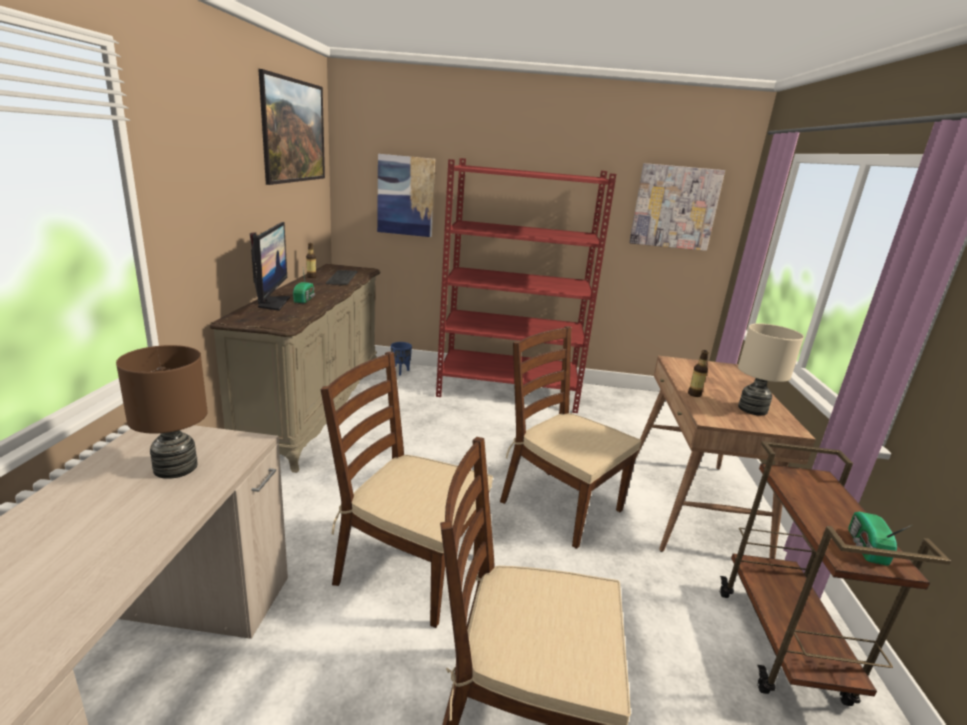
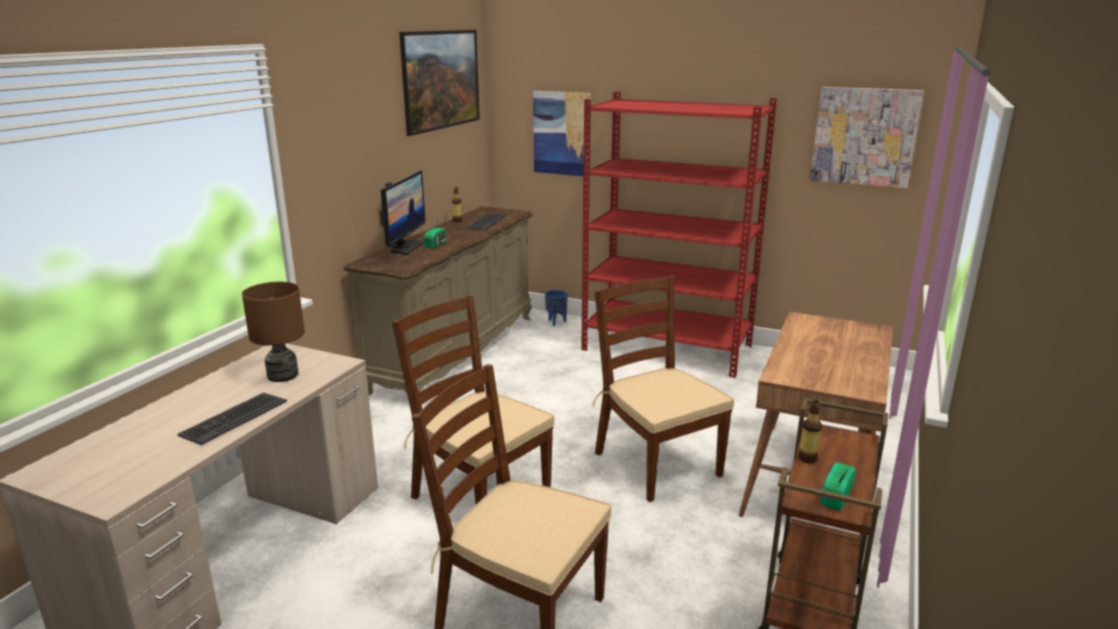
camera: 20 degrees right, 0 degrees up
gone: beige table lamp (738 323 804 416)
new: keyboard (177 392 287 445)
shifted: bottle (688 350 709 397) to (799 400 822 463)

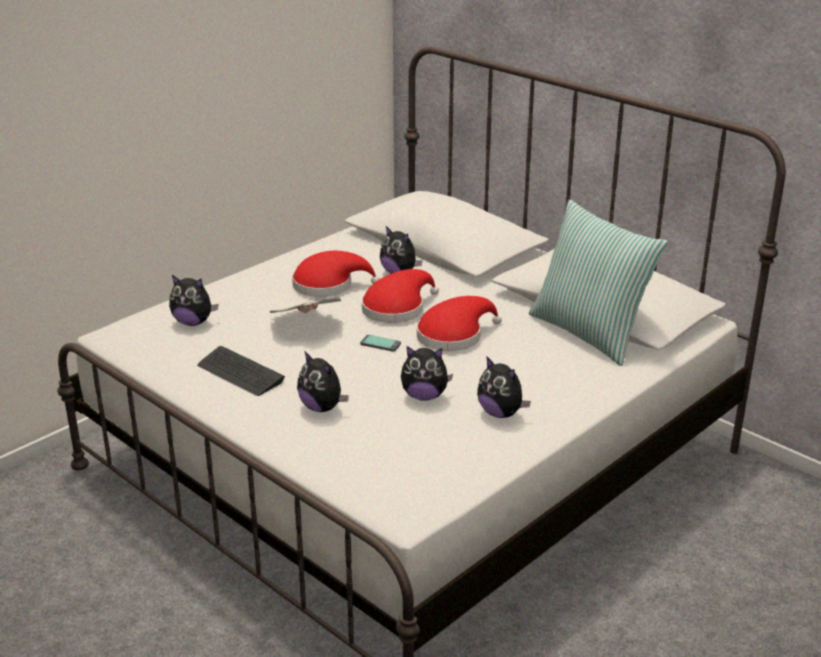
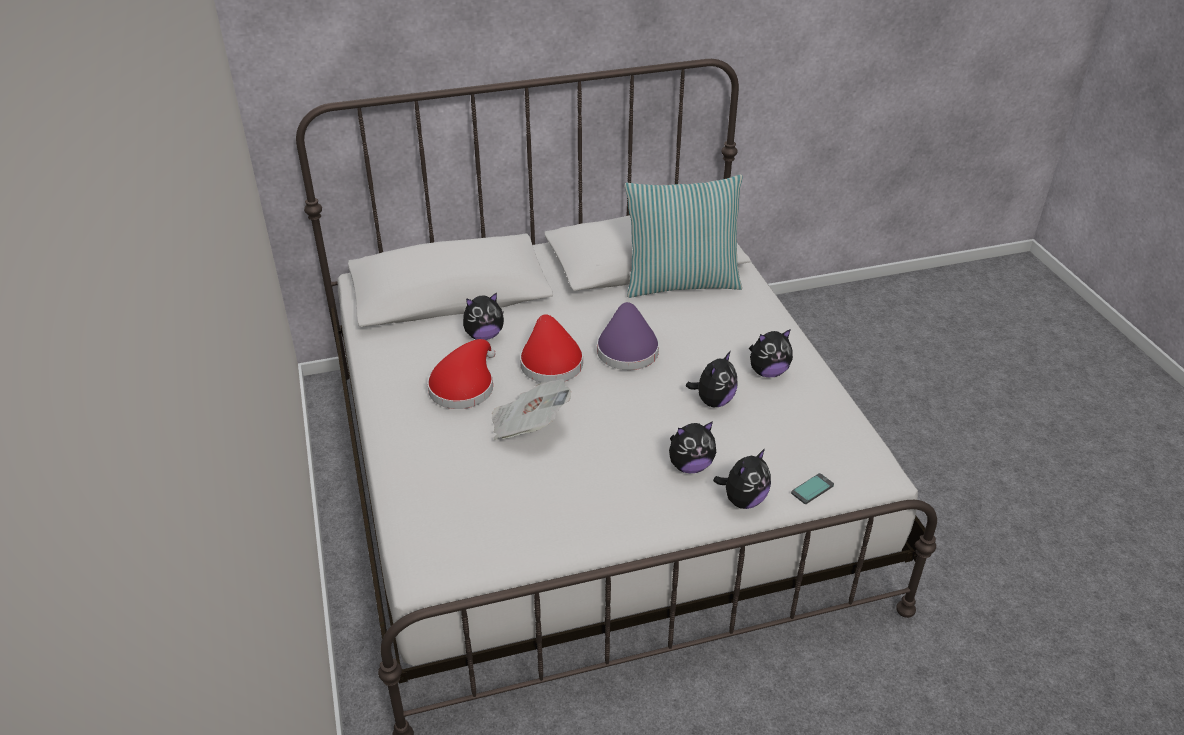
camera: 60 degrees left, 10 degrees up
gone: keyboard (197 346 285 396)
shifted: plush toy (169 275 218 326) to (713 449 771 509); phone (360 335 401 352) to (791 473 834 504)
repainted: red hat (417 296 502 351) to purple hat (597 302 659 370)

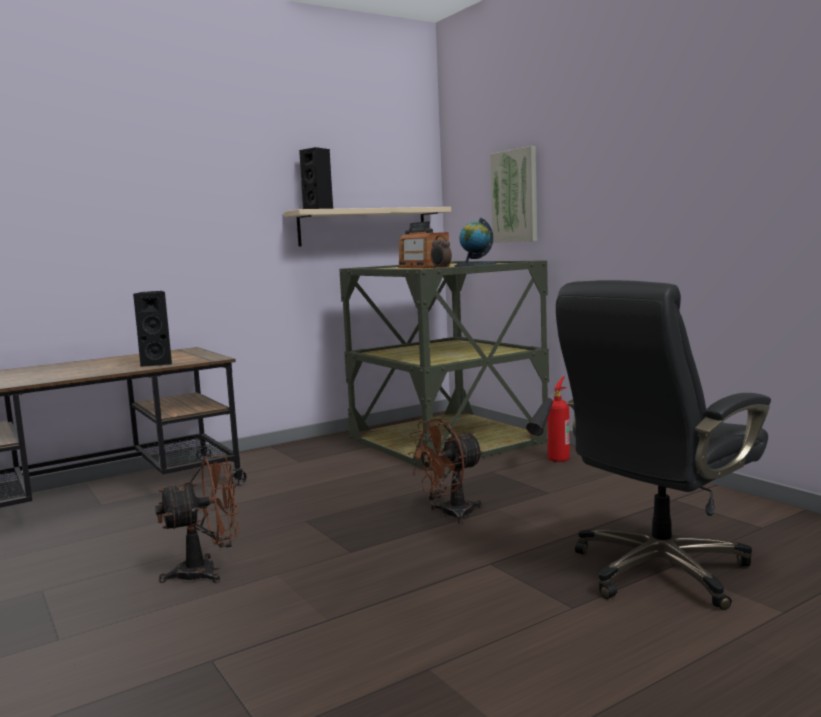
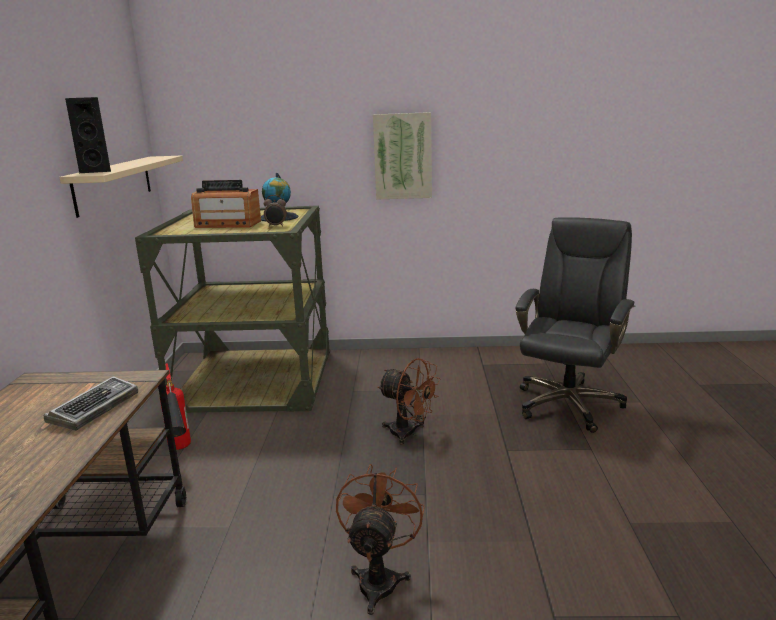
camera: 55 degrees left, 10 degrees up
shifted: picture (490 146 537 243) to (373 112 432 200); fire extinguisher (526 376 570 462) to (160 363 191 450)
swapped: black speaker (133 291 172 367) to keyboard (44 376 138 431)
rotated: brown fan (408 419 484 524) = (378 358 440 445) 60 degrees counterclockwise; black office chair (556 280 771 610) = (515 217 635 433) 150 degrees counterclockwise

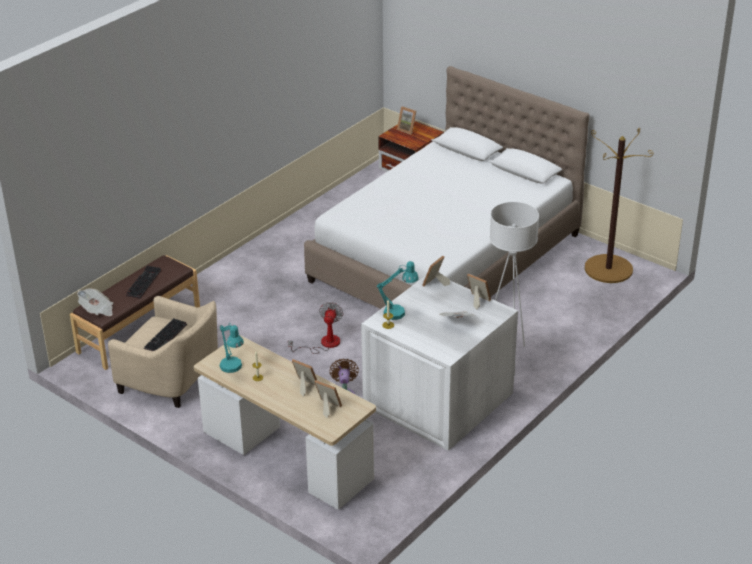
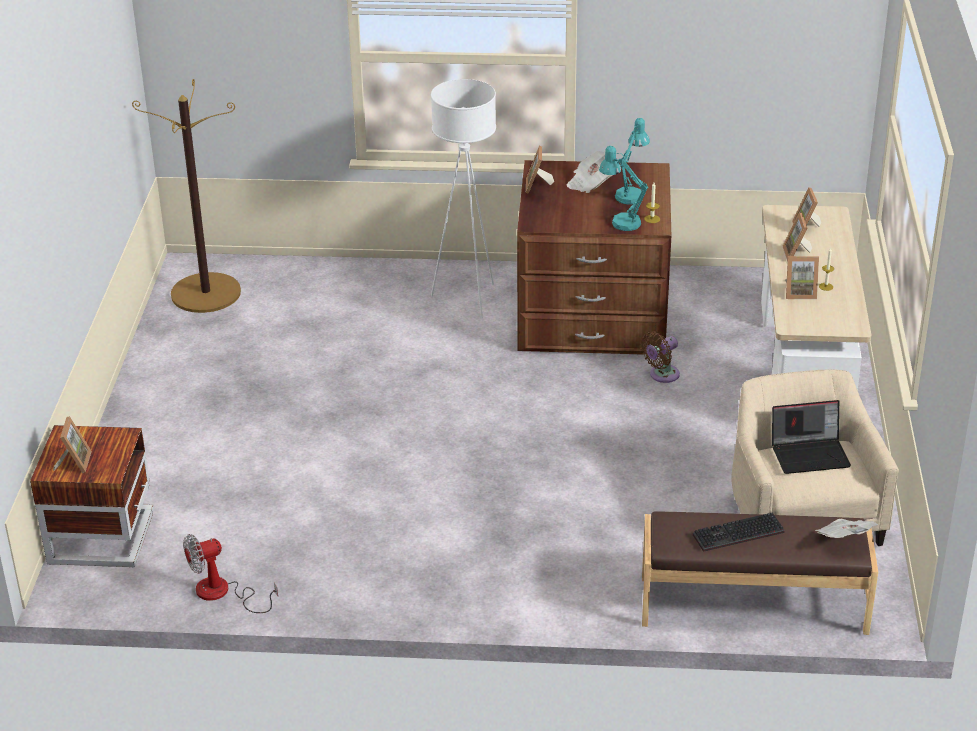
camera: 125 degrees left, 0 degrees up
gone: white bed (304 66 589 309)
shifted: turquoise table lamp (220 323 244 373) to (615 118 650 205); fan (288 302 343 354) to (183 534 278 613); picture frame (422 256 450 286) to (785 256 819 299)
swapped: keyboard (144 318 187 351) to laptop (772 400 851 474)
repainted: white dresser (361 276 518 451) to brown dresser (517 160 671 355)

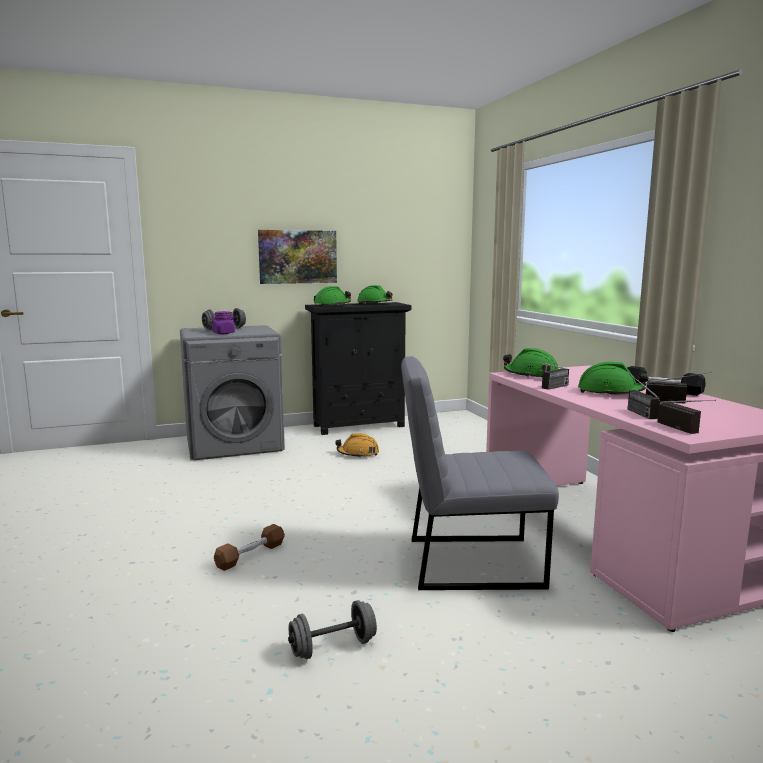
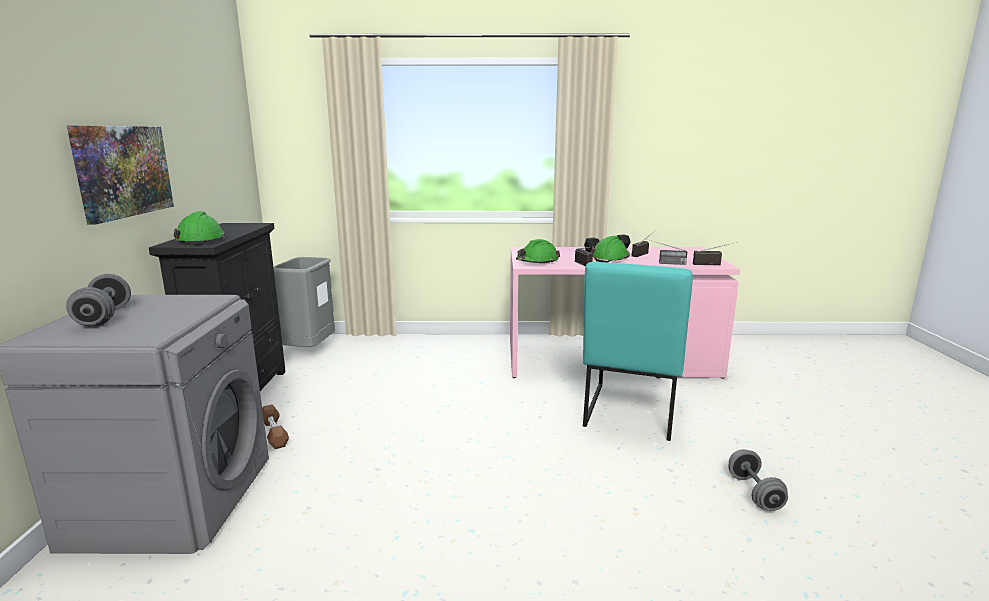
camera: 70 degrees left, 5 degrees up
gone: purple jar (211 311 235 334); orange hard hat (335 433 379 456); green hard hat (358 285 393 304)
new: grey trash can (273 257 335 347)
shifted: brown dumbbell (214 524 285 571) to (262 404 289 449)
repainted: grey chair (401 356 559 590) to turquoise chair (583 262 693 441)

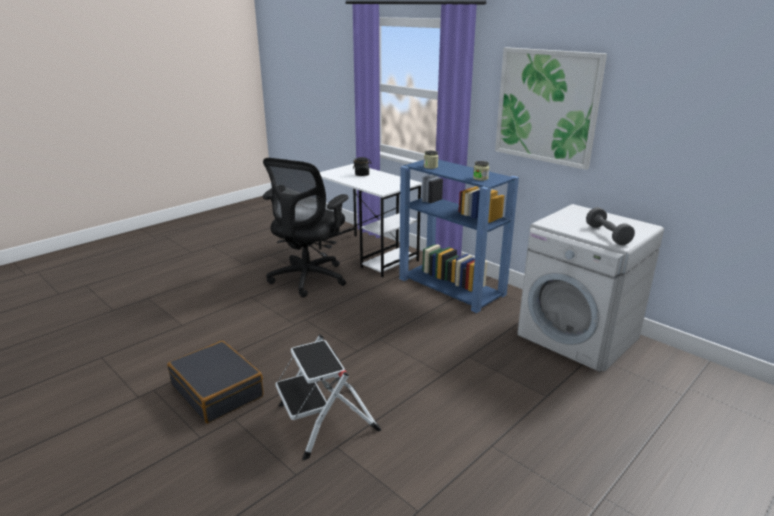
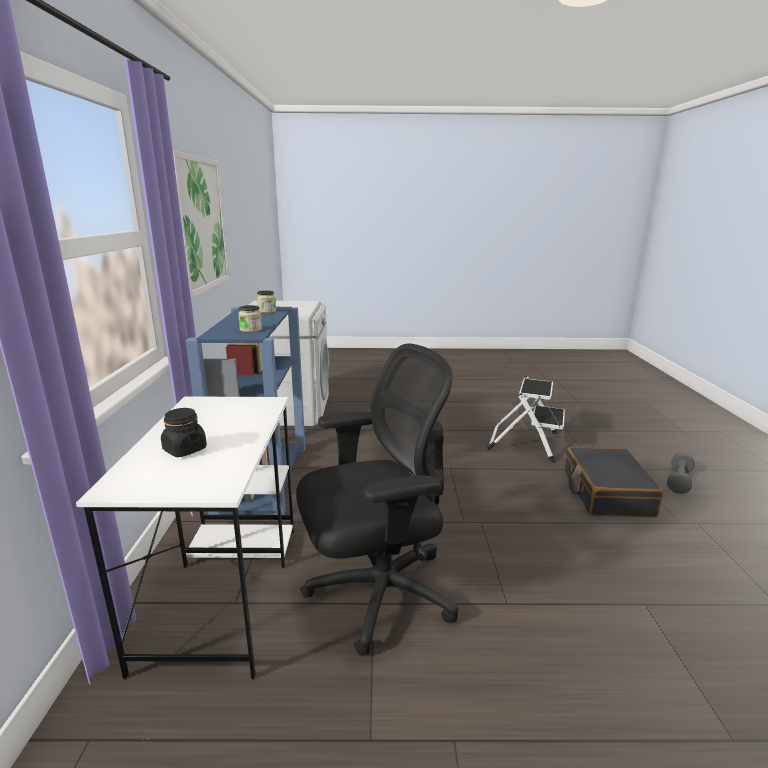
camera: 135 degrees left, 5 degrees down
shifted: grey dumbbell (586 207 635 245) to (667 453 695 494)

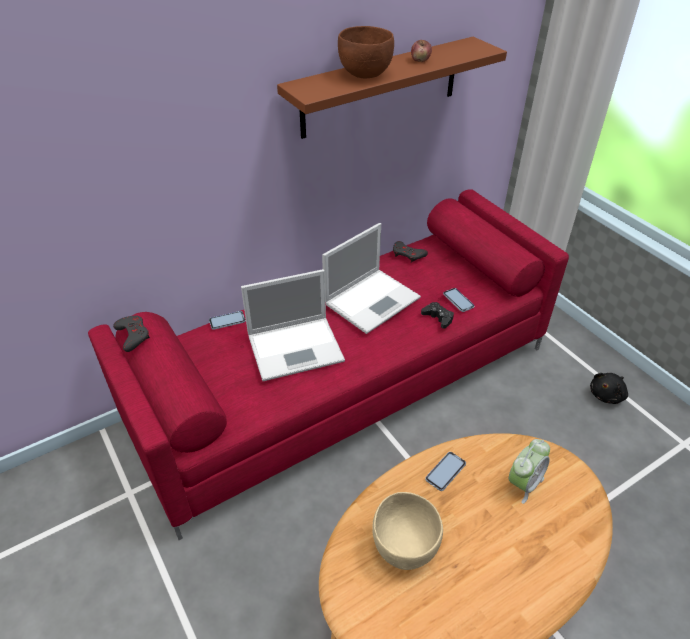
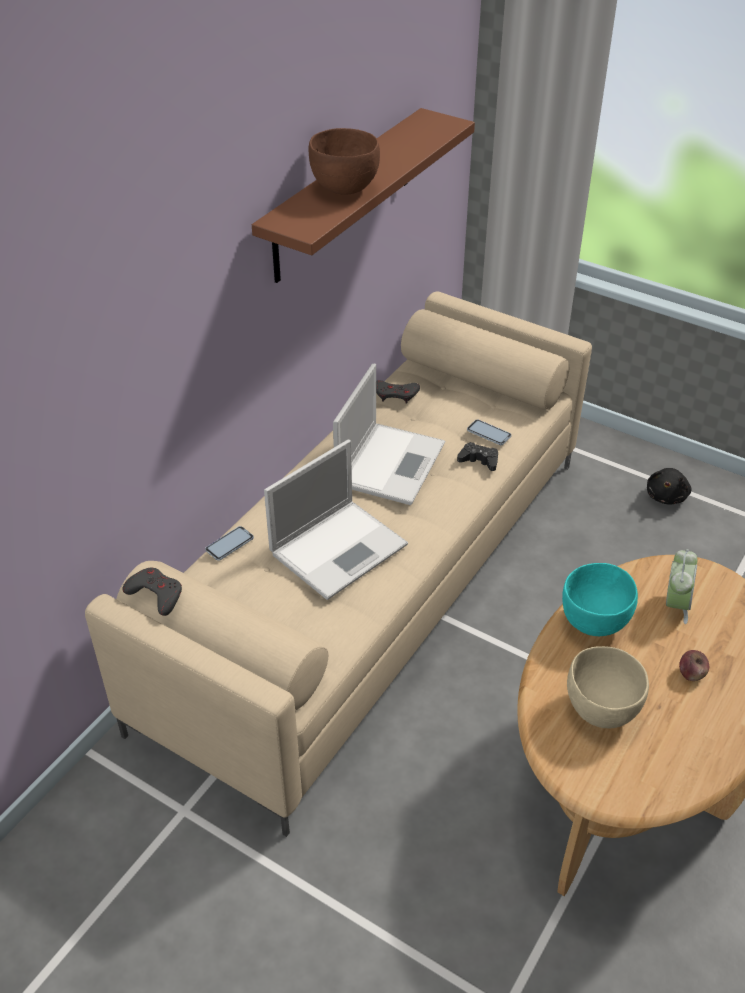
camera: 25 degrees left, 0 degrees up
shifted: apple (411 40 432 62) to (679 650 709 681)
swapped: phone (425 452 466 491) to turquoise bowl (562 563 638 636)
repainted: red sofa (88 189 569 540) to beige sofa (85 291 592 837)

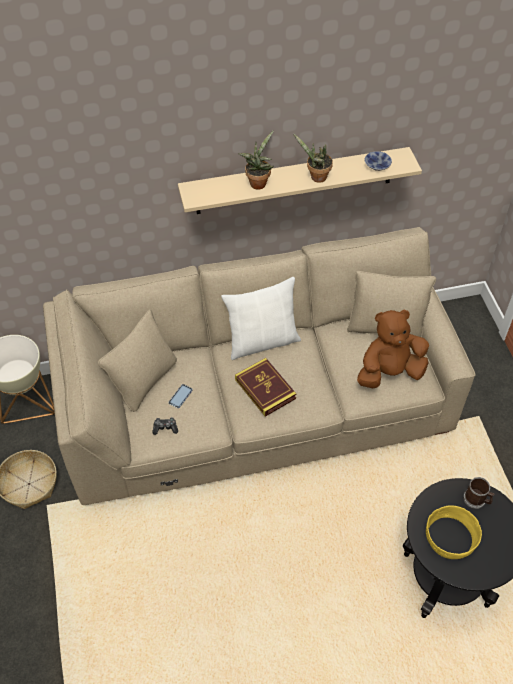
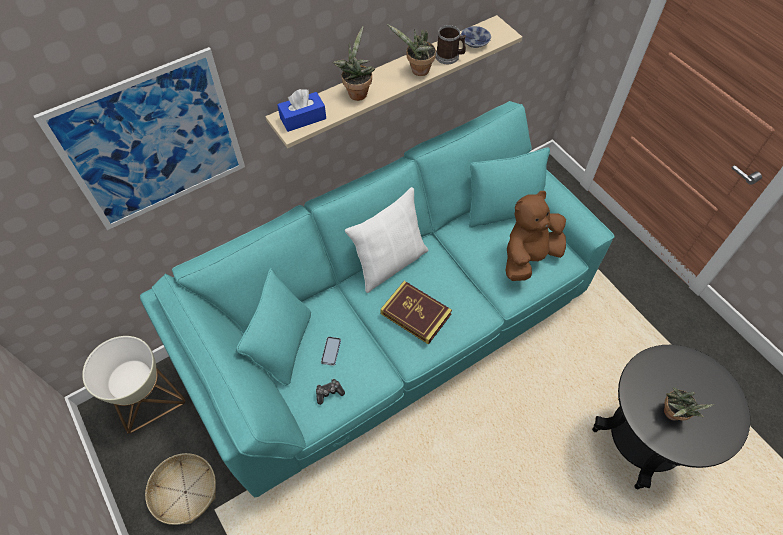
camera: 20 degrees left, 5 degrees up
new: picture (34 47 245 230); blue tissue box (277 89 326 132)
shifted: mug (463 477 495 509) to (435 25 466 64)
swapped: yellow bowl (426 506 482 559) to potted plant (664 387 715 421)
repainted: beige sofa (43 227 476 505) to turquoise sofa (140 101 615 497)

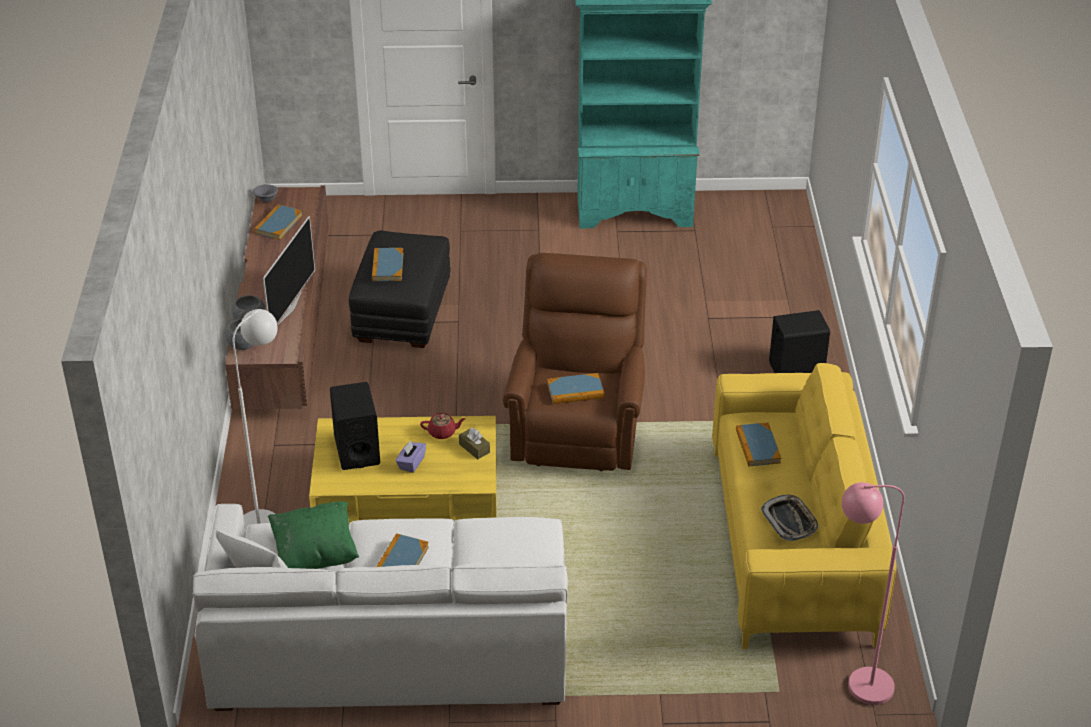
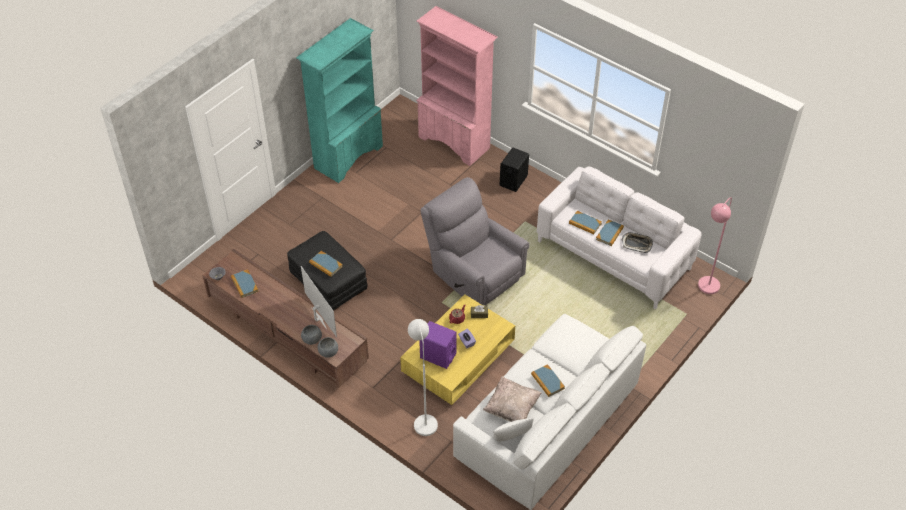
camera: 50 degrees left, 10 degrees up
new: pink bookcase (416 6 498 166)
shifted: book (547 373 604 404) to (596 219 624 246)
repainted: green pillow (268 501 359 569) to beige pillow (483 376 542 422); black speaker (330 382 380 470) to purple speaker (419 321 457 369); brown armchair (503 253 647 471) to grey armchair (420 177 529 305); yellow sofa (712 363 896 649) to white sofa (537 166 702 310)

